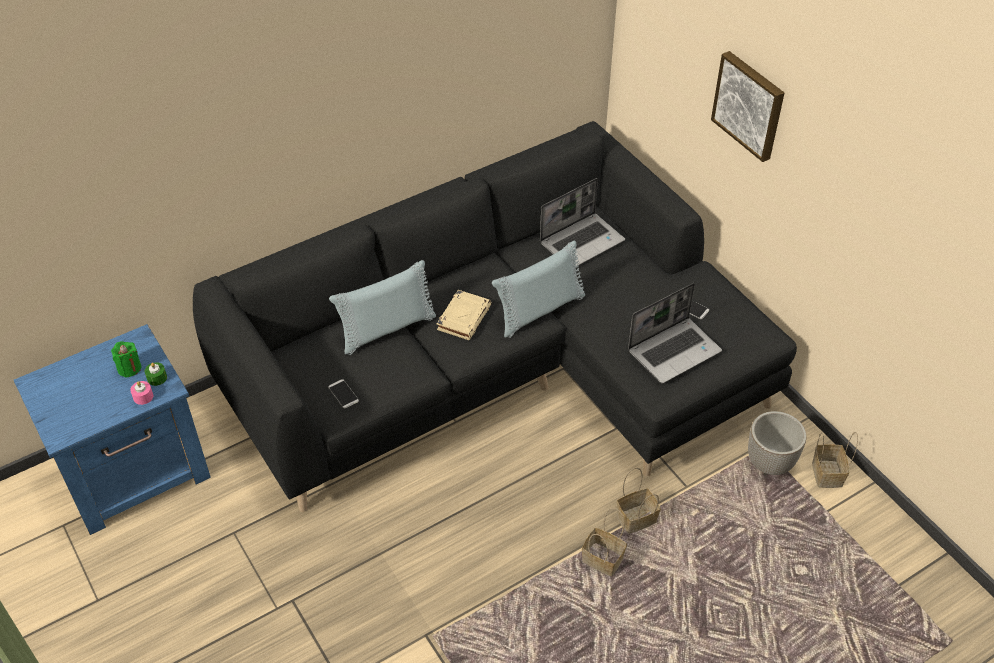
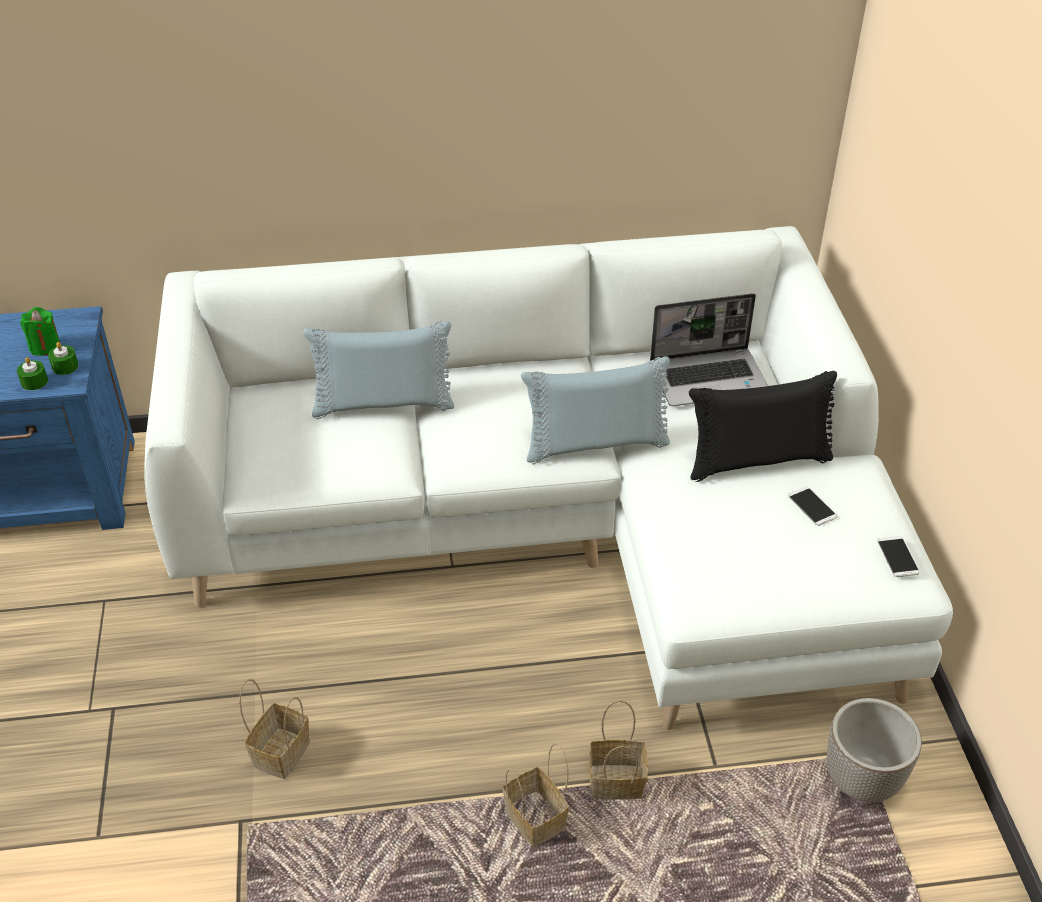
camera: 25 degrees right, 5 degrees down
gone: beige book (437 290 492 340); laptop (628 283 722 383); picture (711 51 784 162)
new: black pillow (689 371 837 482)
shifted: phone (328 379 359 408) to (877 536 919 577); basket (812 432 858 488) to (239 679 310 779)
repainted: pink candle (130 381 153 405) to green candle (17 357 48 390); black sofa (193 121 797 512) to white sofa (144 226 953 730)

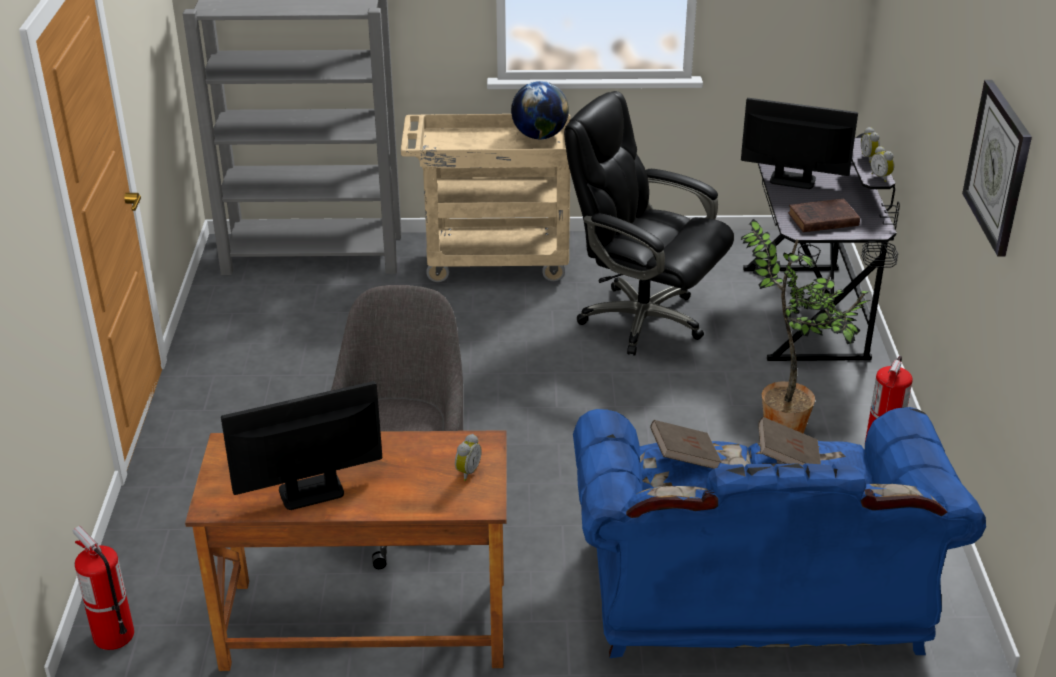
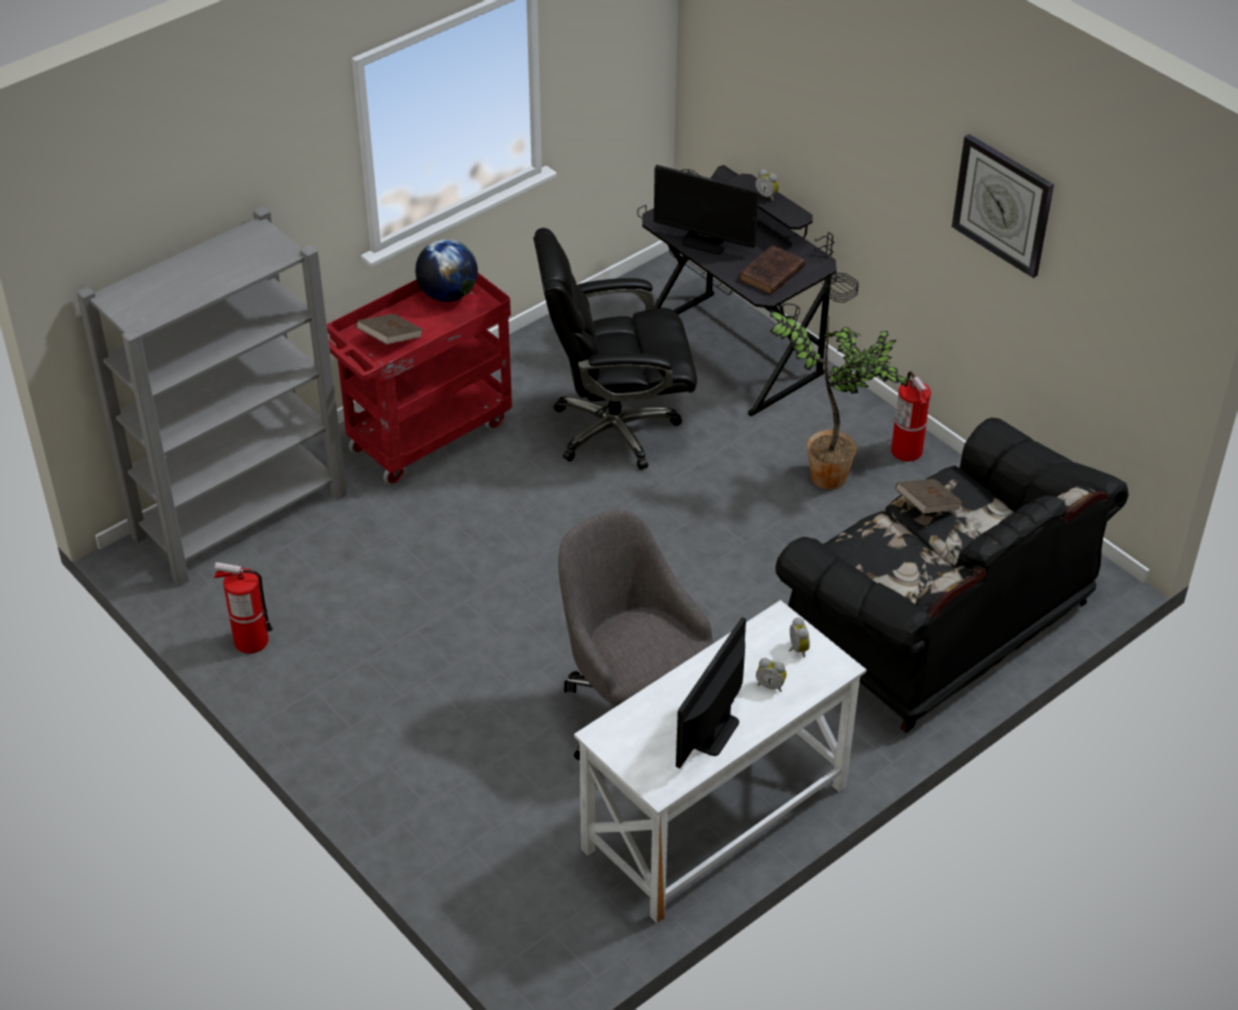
camera: 40 degrees left, 10 degrees up
shifted: fire extinguisher (73 526 134 650) to (214 562 273 654); brown book (650 420 722 469) to (356 313 423 345); alarm clock (870 146 895 182) to (756 658 787 692)
repainted: brown desk (185 430 507 671) to white desk (574 600 866 923); beige cart (401 114 571 282) to red cart (327 273 512 485); blue sofa (573 407 986 658) to black sofa (775 418 1129 733)
rotated: monitor (741 98 858 189) = (654 165 759 254) 135 degrees counterclockwise

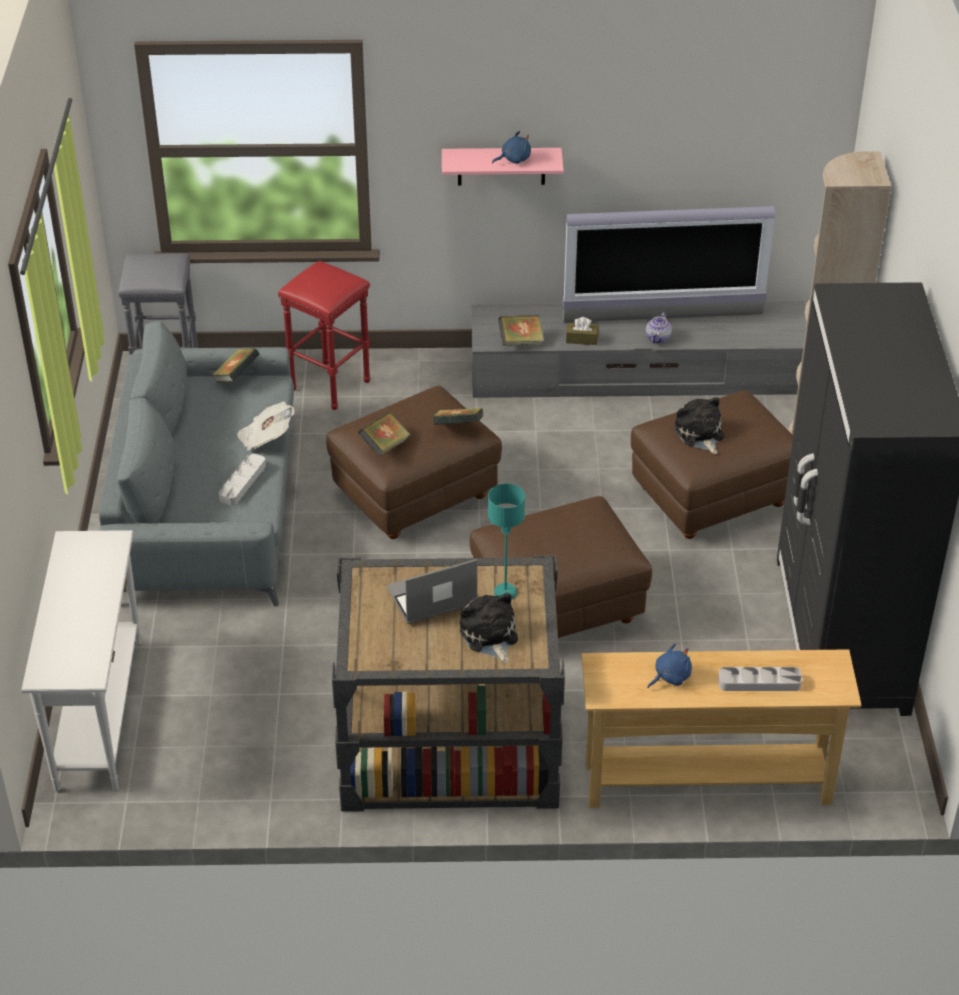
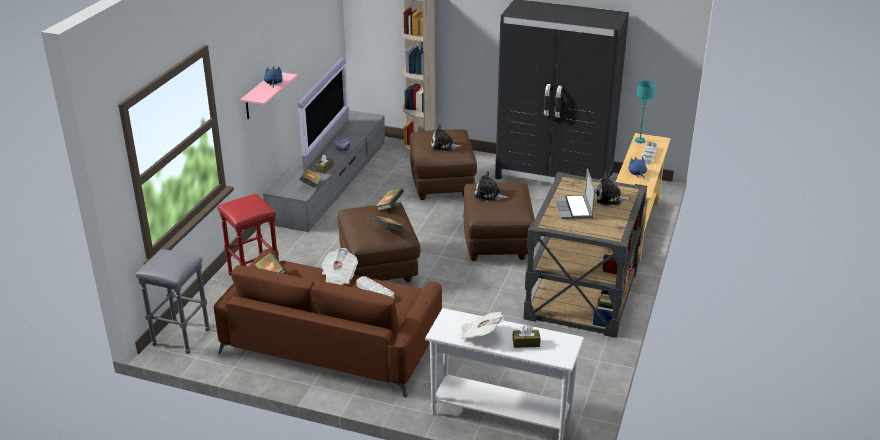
camera: 70 degrees left, 10 degrees down
new: newspaper (461 312 504 339); plush toy (474 171 509 202); brown tissue box (513 325 540 348)
shifted: turquoise table lamp (488 484 525 599) to (634 81 655 143)
repainted: grey sofa (99 321 294 606) to brown sofa (214 249 442 398)

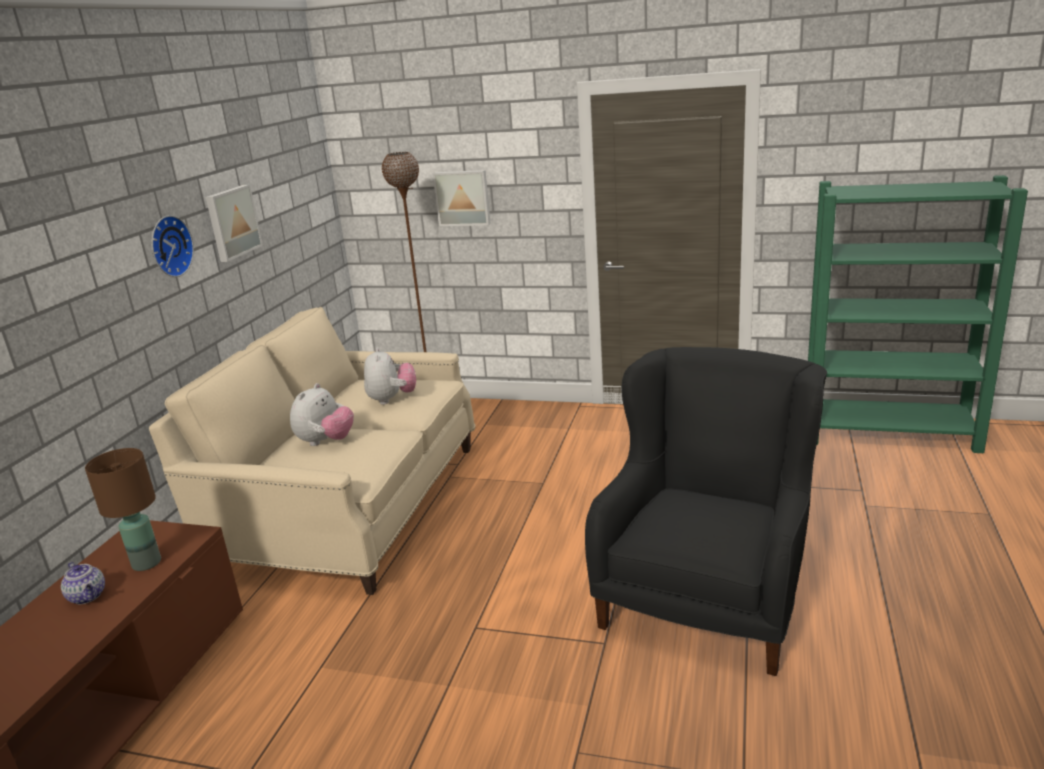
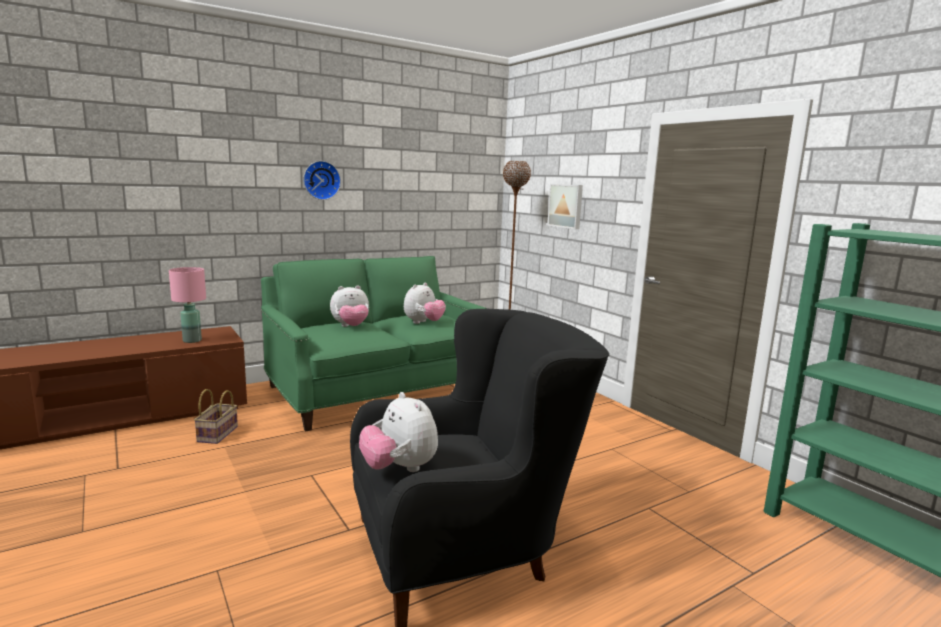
camera: 40 degrees right, 10 degrees down
gone: teapot (61 562 105 604); picture (206 185 263 262)
new: basket (194 389 238 444); plush toy (359 392 438 472)
repainted: brown table lamp (85 448 161 571) to pink table lamp (169 267 206 343); beige sofa (149 307 475 595) to green sofa (261 256 487 431)

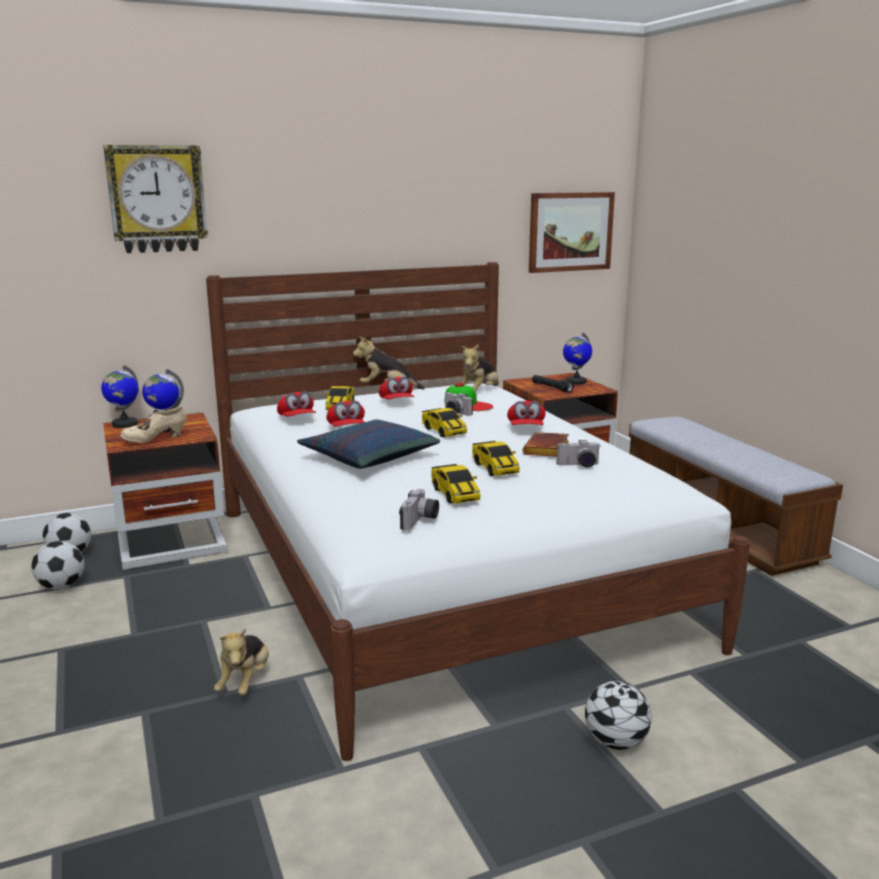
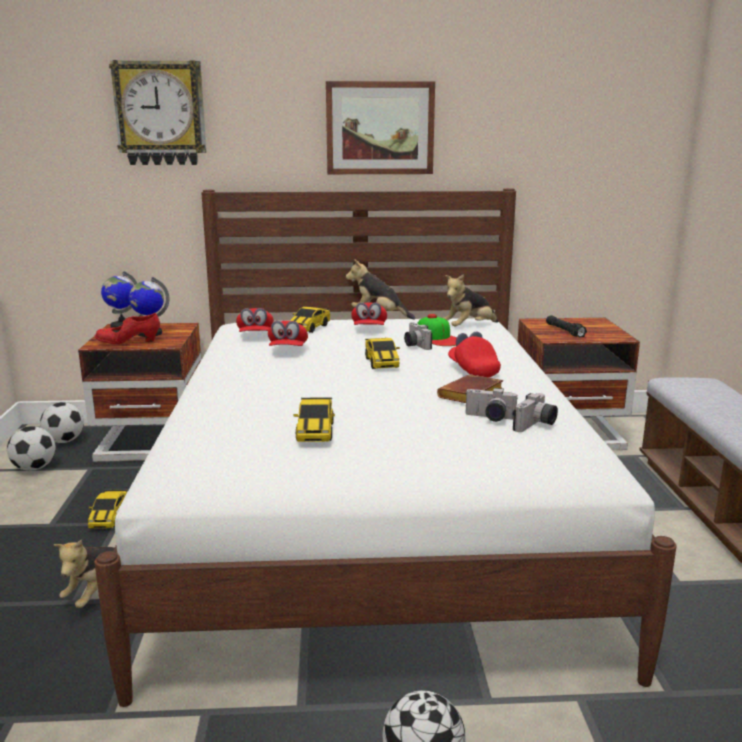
camera: 20 degrees right, 0 degrees up
gone: blue pillow (297 419 440 469); globe (563 332 592 385)
shifted: photo camera (399 489 439 530) to (513 393 558 432); toy car (472 441 520 476) to (88 490 128 528); picture (529 192 615 273) to (326 81 435 174)
repainted: beige shoe (120 406 187 443) to red shoe (95 313 160 344)
rotated: red cap (507 401 546 425) = (448 332 501 378) 135 degrees clockwise

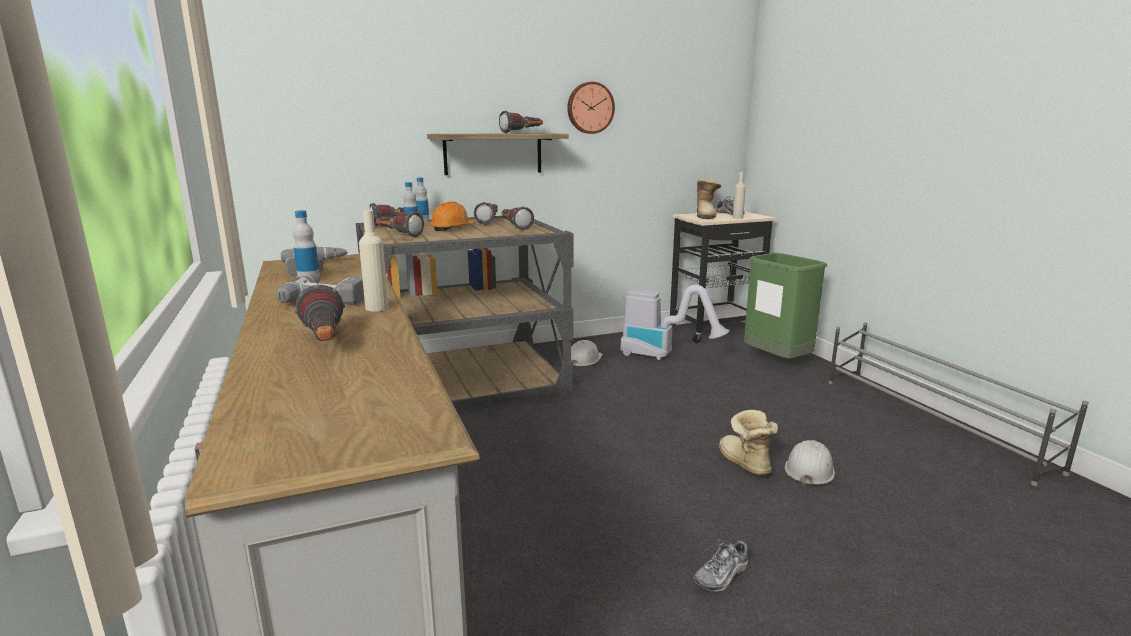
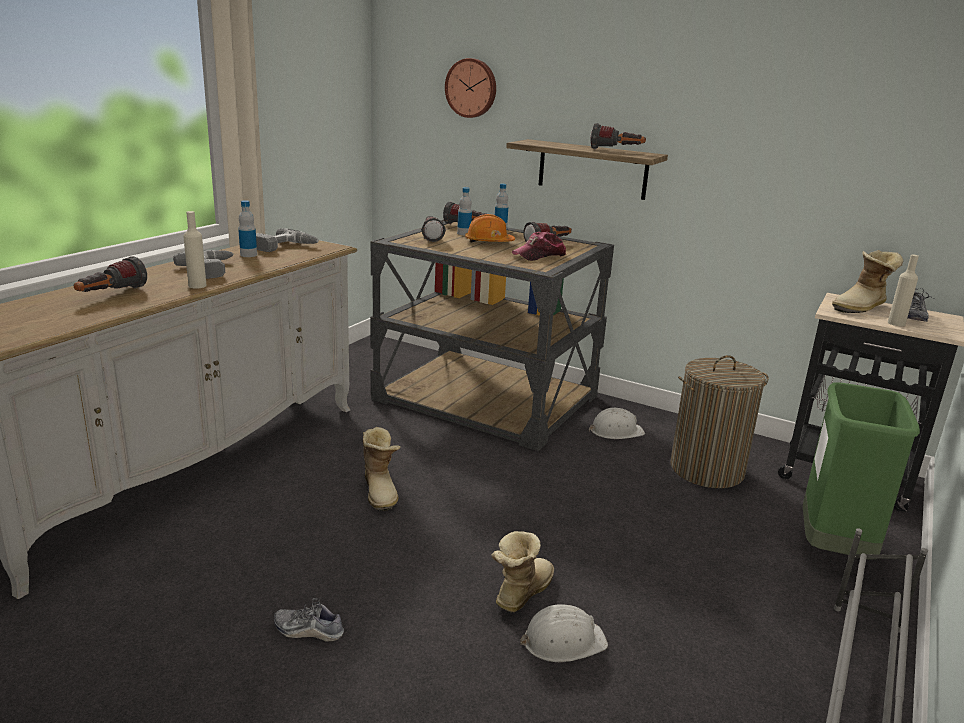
camera: 50 degrees right, 5 degrees up
new: boot (363 427 401 511)
shifted: wall clock (567 82 615 134) to (445 58 496 118)
swapped: flashlight (502 206 534 230) to cap (512 232 567 261); vacuum cleaner (620 285 730 360) to laundry basket (670 355 769 488)

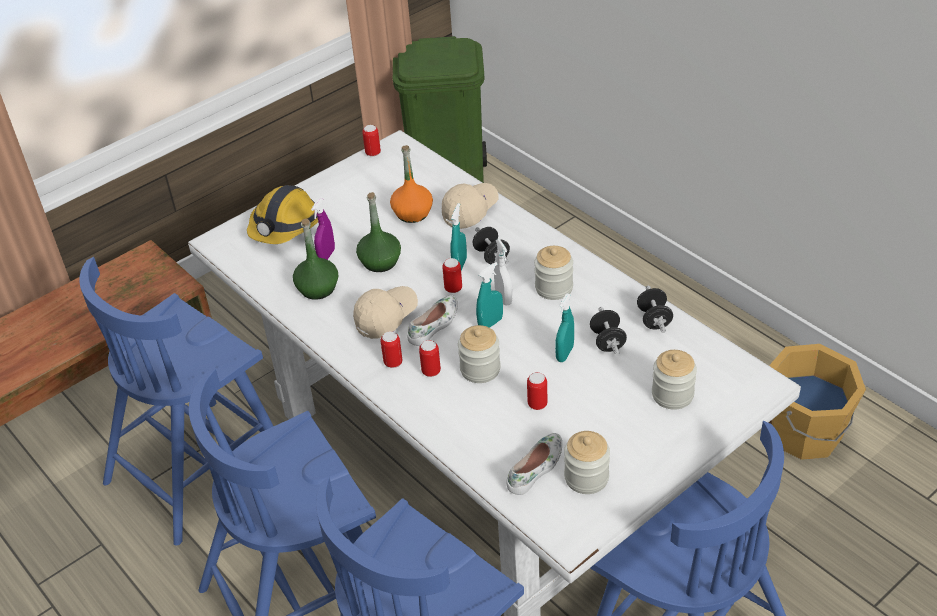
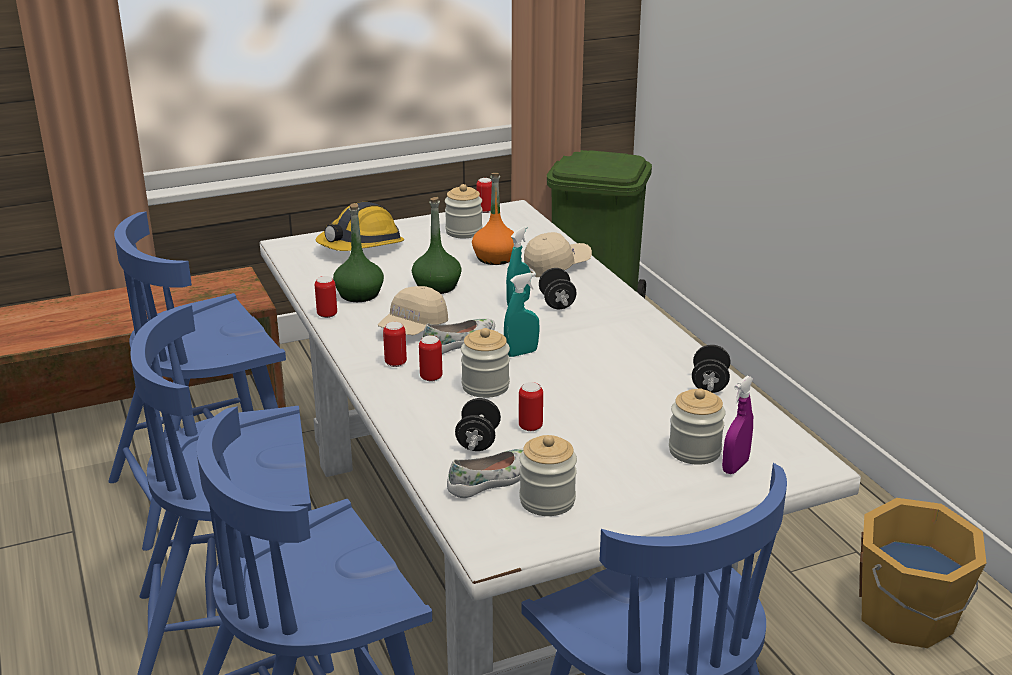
camera: 15 degrees right, 15 degrees down
gone: white spray bottle (494 239 512 305); turquoise spray bottle (555 293 574 362)
shifted: purple spray bottle (311 198 335 260) to (722 376 754 474); can (442 258 462 293) to (315 276 337 318); jar (534 246 573 300) to (445 184 483 238); black dumbbell (590 307 627 356) to (455 398 501 451)
rotated: beige cap (353 286 418 339) = (378 286 448 335) 150 degrees clockwise

